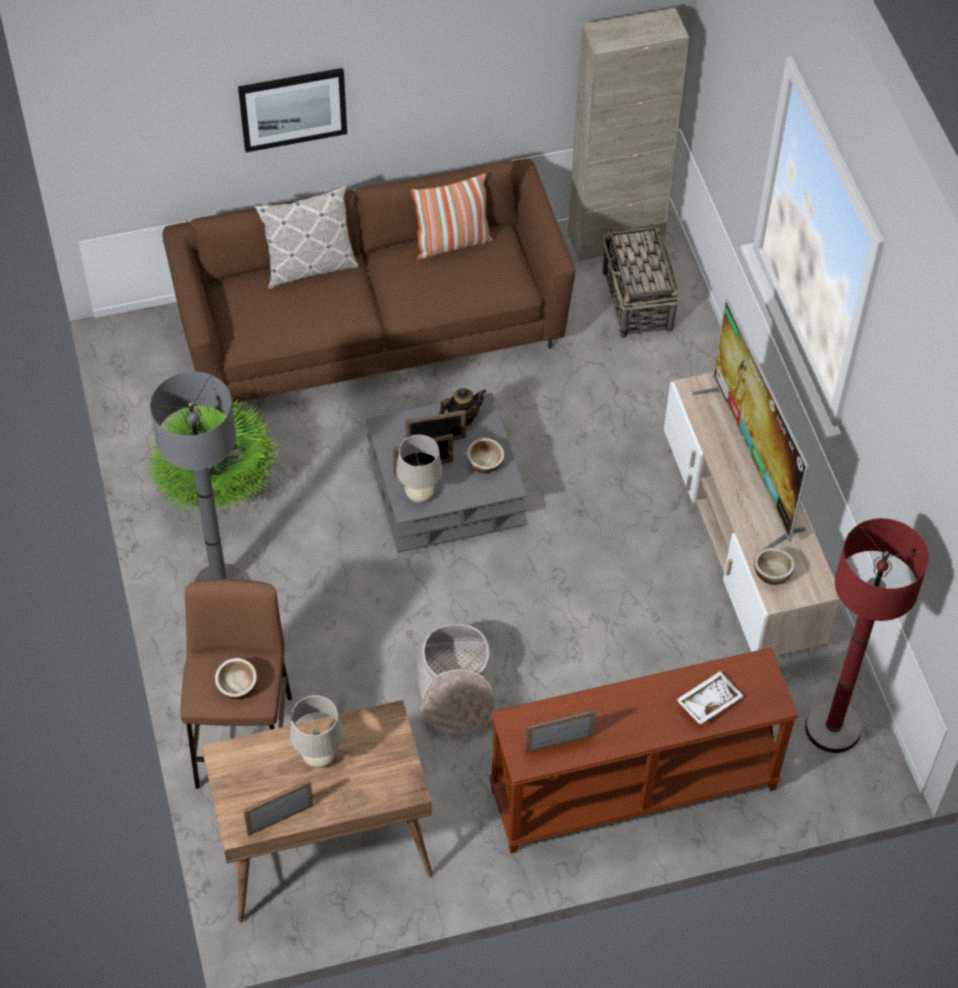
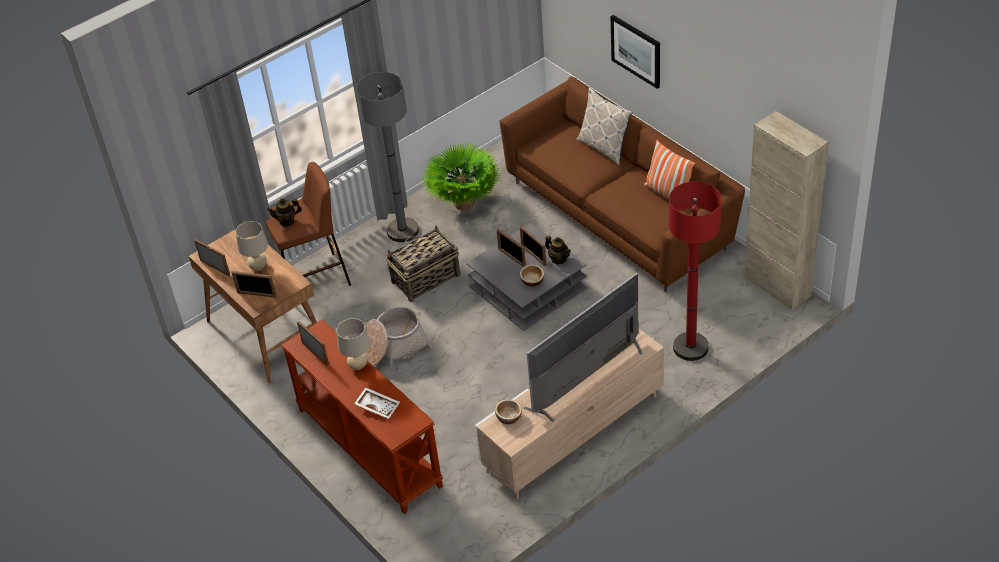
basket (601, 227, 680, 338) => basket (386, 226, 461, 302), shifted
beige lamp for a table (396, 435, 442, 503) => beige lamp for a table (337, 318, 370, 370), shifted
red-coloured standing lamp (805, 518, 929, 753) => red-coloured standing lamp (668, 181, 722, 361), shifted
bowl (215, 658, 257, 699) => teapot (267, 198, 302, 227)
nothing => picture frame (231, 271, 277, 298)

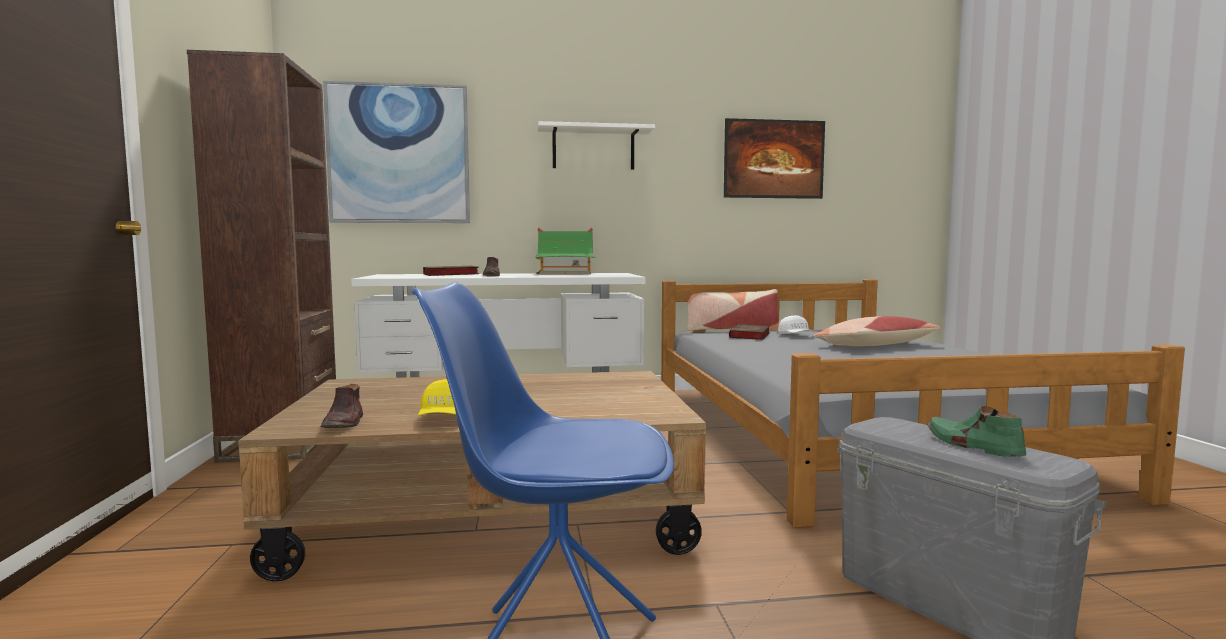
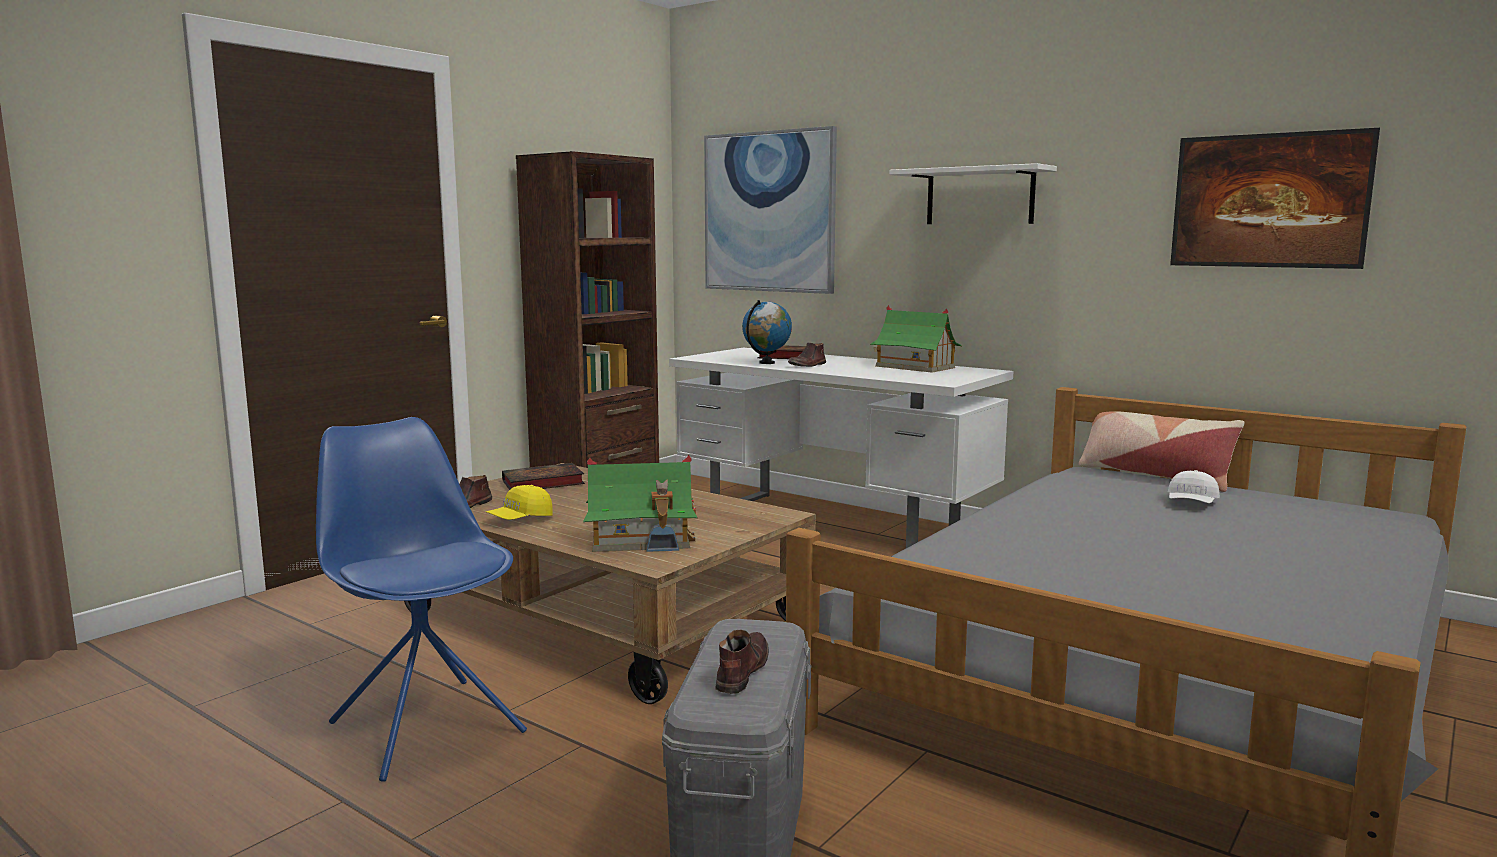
cushion (813, 316, 941, 346) => nothing
book (729, 324, 770, 340) => book (502, 463, 585, 490), shifted
green low shoe (927, 406, 1026, 457) => brown-coloured low shoe (715, 630, 769, 694)
nothing => world globe (742, 300, 792, 364)
nothing => toy house (583, 455, 698, 552)

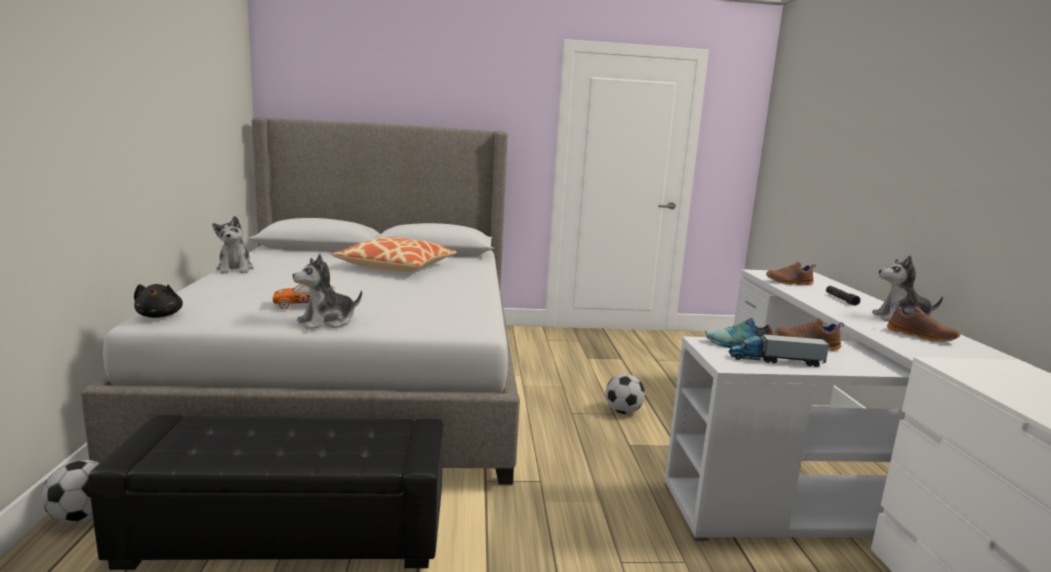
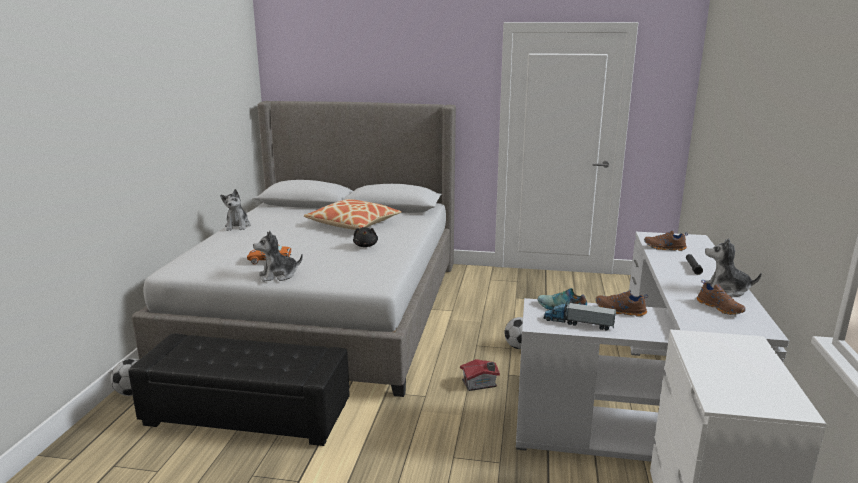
blackish soft toy (134, 284, 183, 318) => blackish soft toy (353, 227, 378, 247), shifted
nothing => toy house (460, 359, 500, 391)

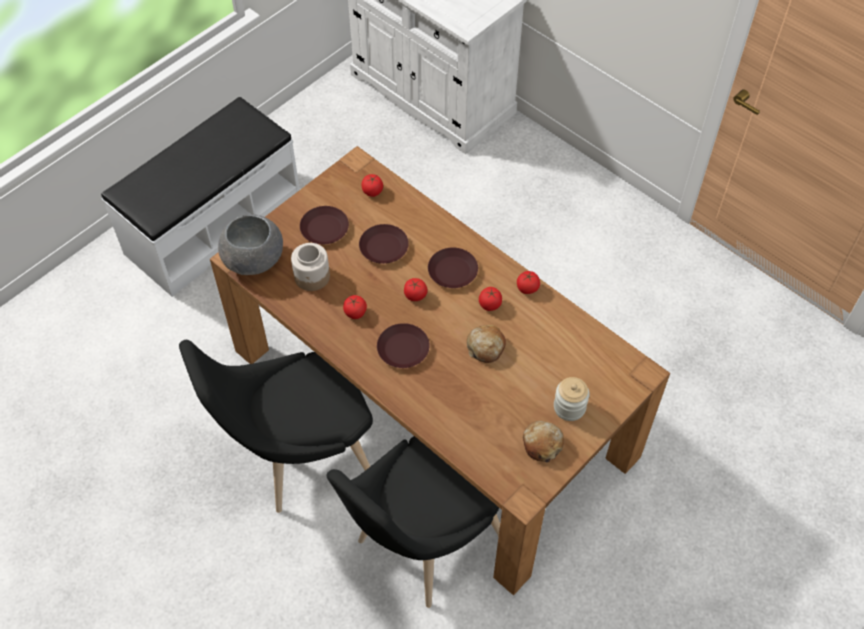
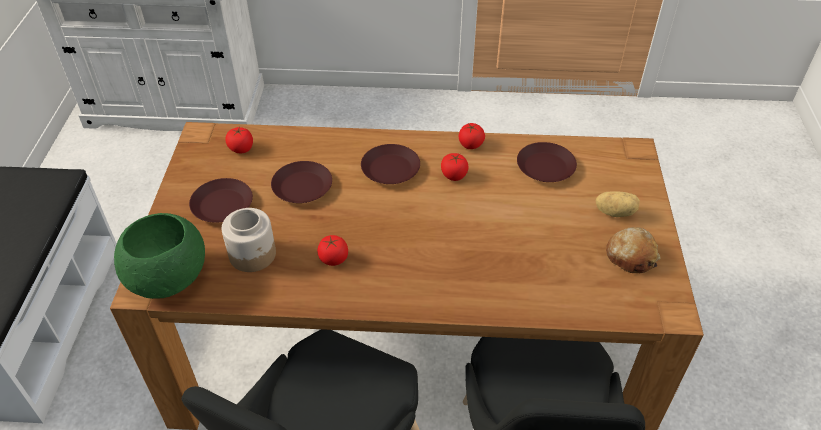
gray bowl (218, 215, 283, 275) => green bowl (114, 213, 205, 299)
tomato (404, 278, 428, 301) => nothing
brown-coloured plate (377, 323, 430, 368) => brown-coloured plate (517, 142, 577, 182), shifted
baked bread (467, 325, 506, 363) => nothing
storage jar (554, 377, 590, 421) => whole potato (596, 191, 640, 217)

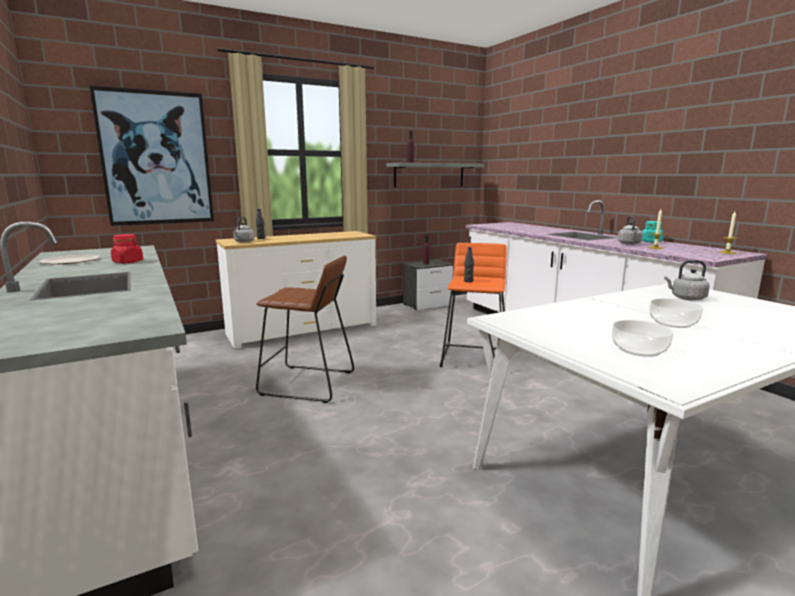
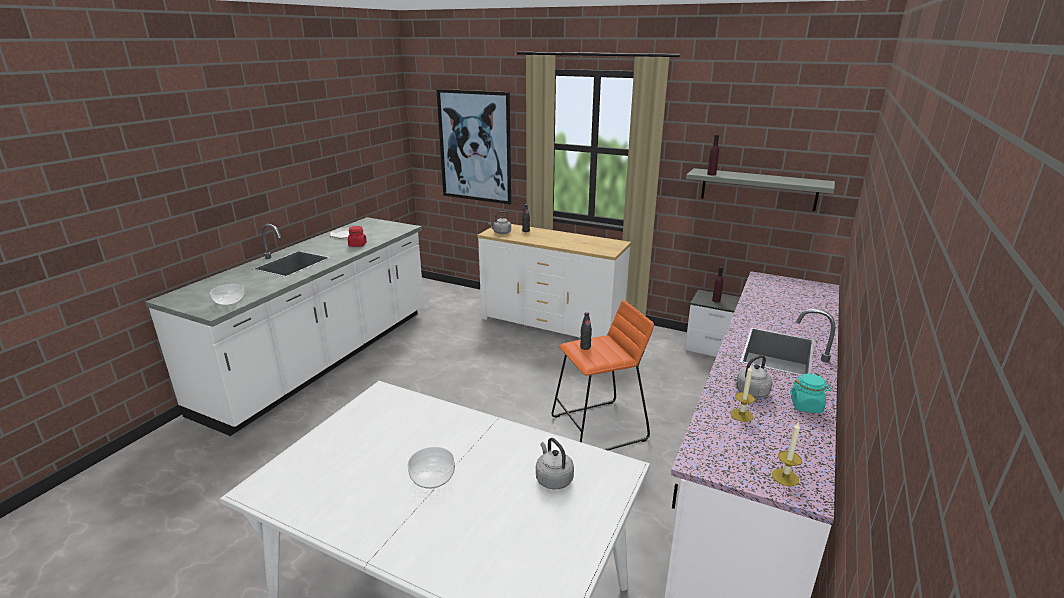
brown-coloured stool seat (256, 256, 354, 403) => nothing
bowl (612, 320, 673, 357) => bowl (210, 284, 245, 306), shifted

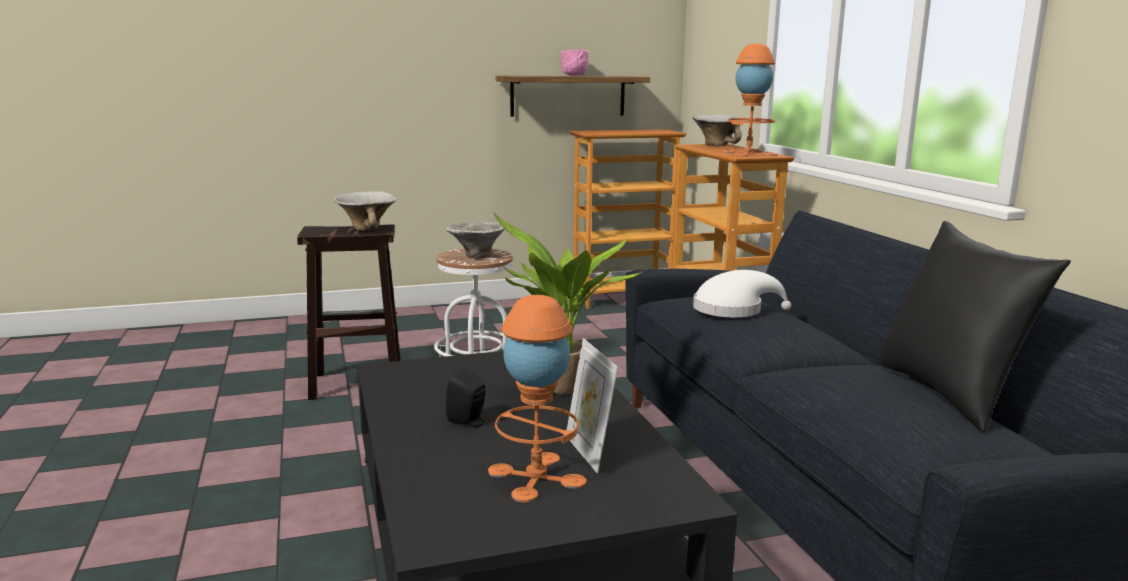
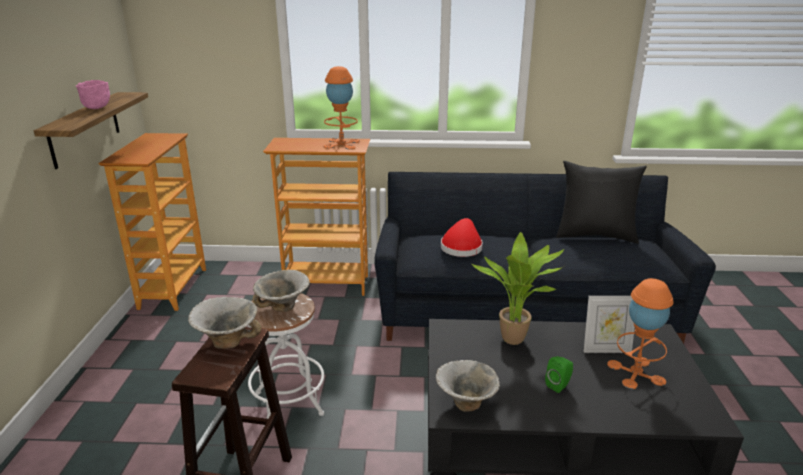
bowl (692, 115, 742, 146) => bowl (436, 360, 500, 412), shifted
white-coloured clothing hat (693, 270, 792, 317) => red-coloured clothing hat (441, 218, 483, 257)
blackish speaker (446, 369, 486, 428) => green speaker (545, 356, 573, 393)

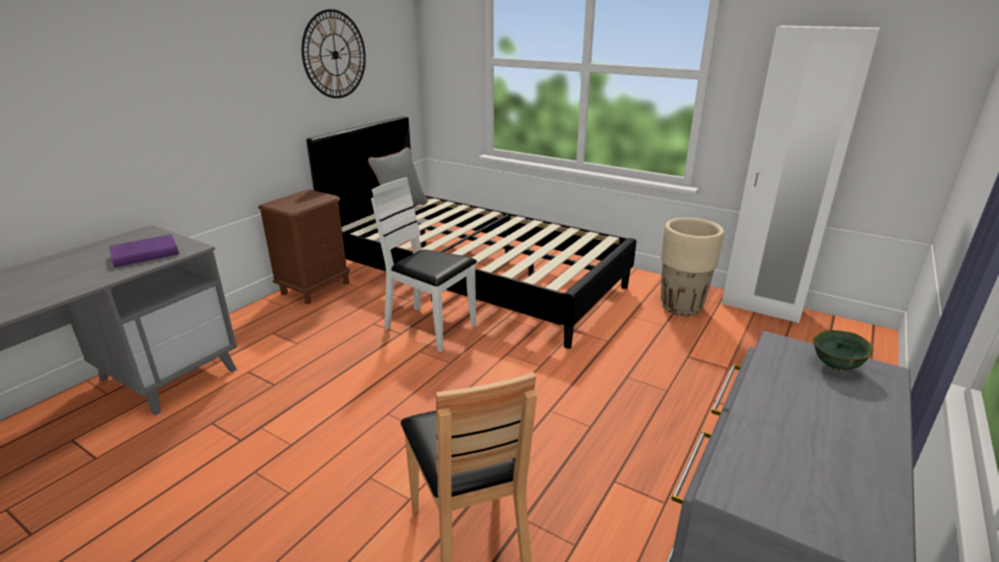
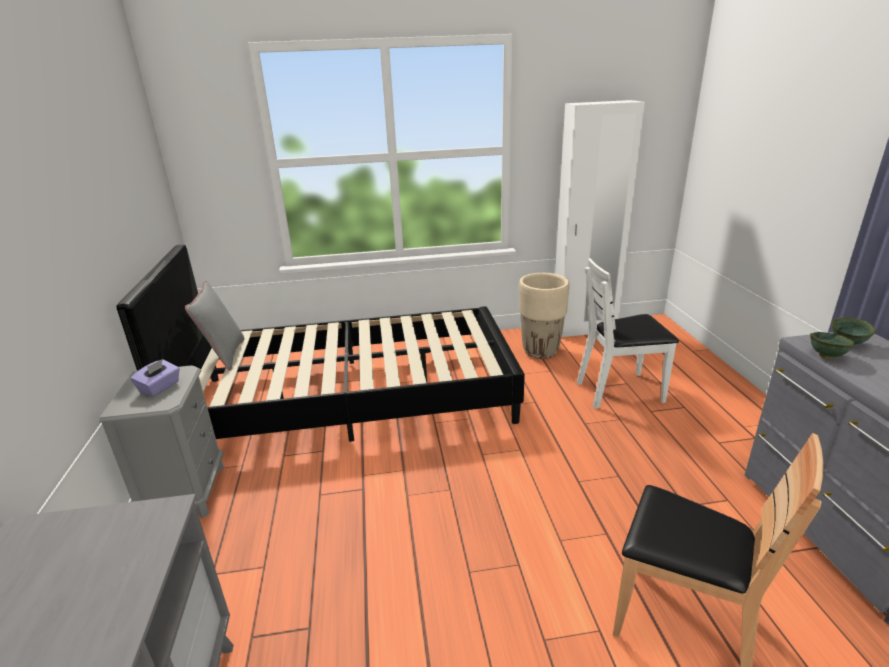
clock on the wall (302, 9, 366, 98) => nothing
white-coloured chair (371, 177, 477, 352) => white-coloured chair (577, 258, 679, 409), shifted
brown-coloured nightstand (258, 189, 350, 304) => gray nightstand (99, 365, 224, 518)
purplish book (109, 234, 179, 267) => nothing
nothing => green bowl (810, 332, 856, 359)
nothing => purplish box of tissues (130, 359, 180, 397)

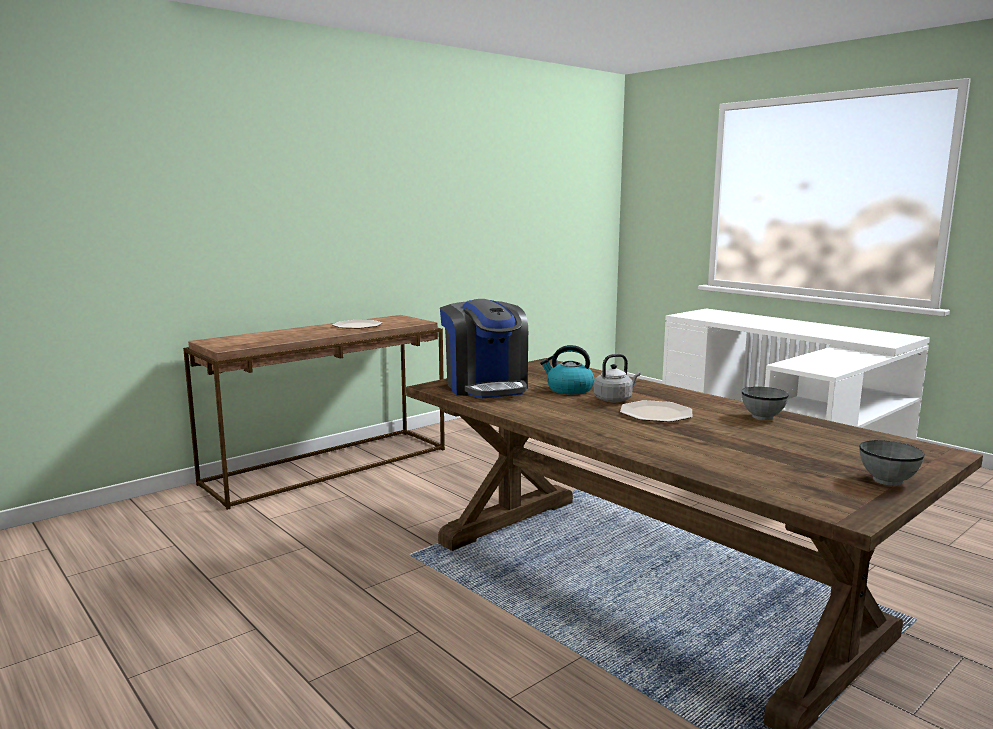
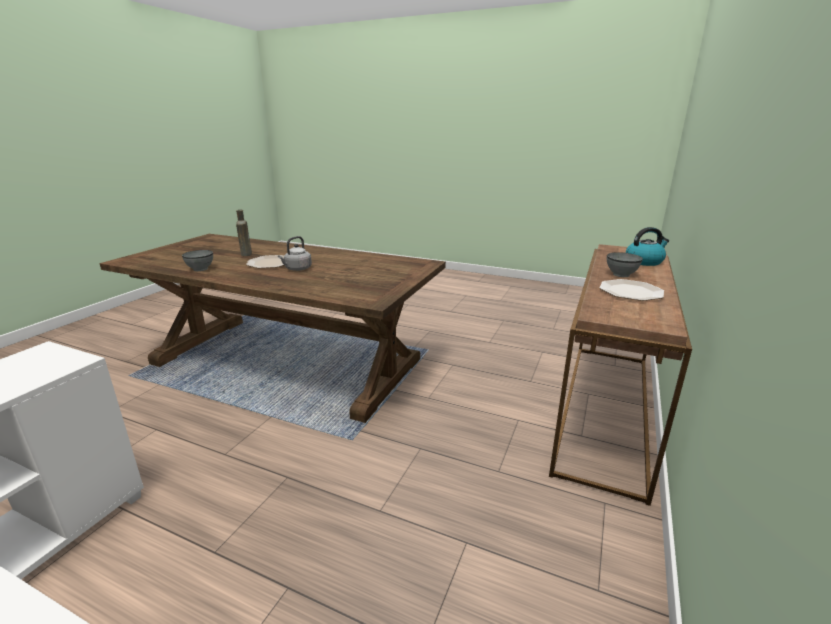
coffee brewer (440, 299, 528, 398) => nothing
water kettle (540, 345, 594, 394) => water kettle (626, 227, 669, 266), shifted
gray bowl (859, 440, 925, 486) => gray bowl (607, 252, 643, 277), shifted
nothing => brown-coloured beverage bottle (236, 210, 252, 256)

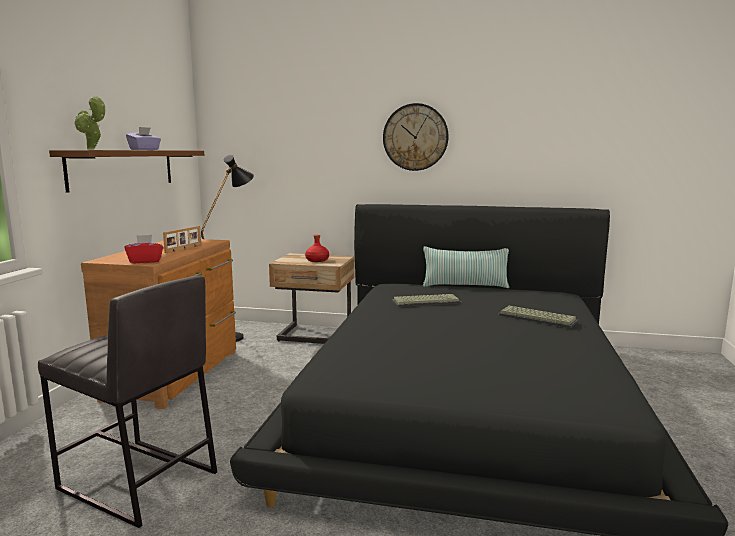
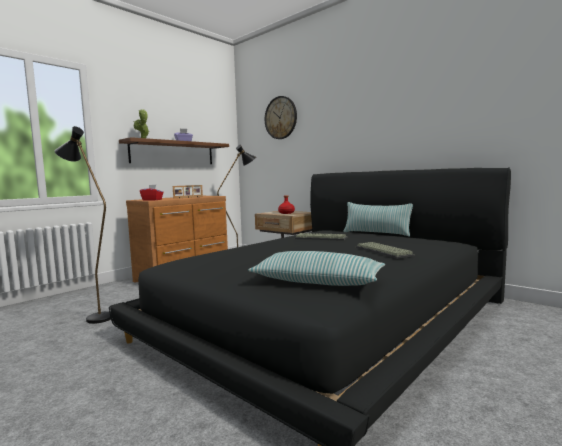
clock on the wall (383, 103, 449, 171) => clock on the wall (265, 96, 297, 139), shifted
gray stool seat (38, 276, 217, 528) => blackish standing lamp (55, 126, 112, 324)
nothing => cushion (248, 251, 385, 286)

